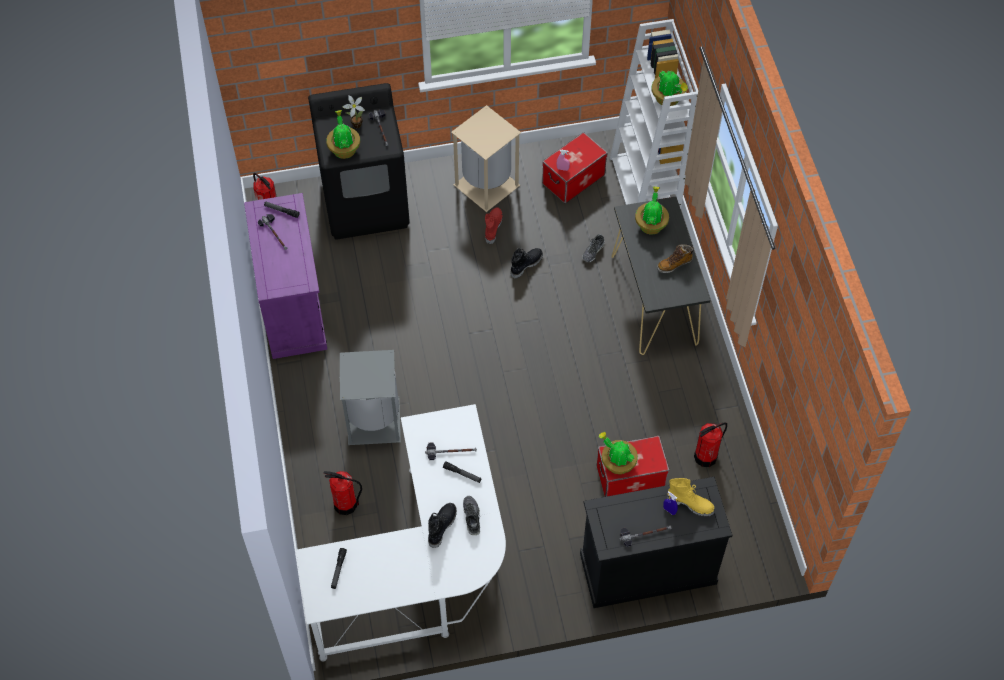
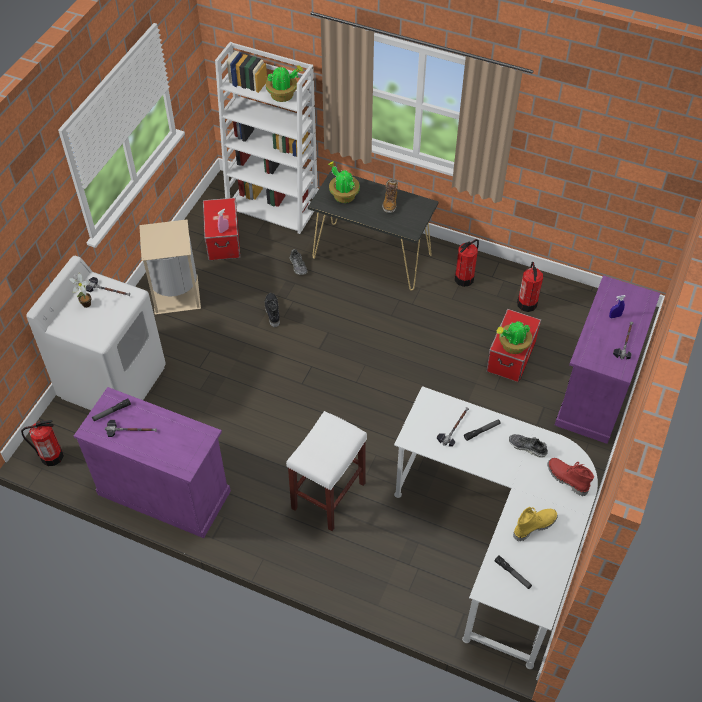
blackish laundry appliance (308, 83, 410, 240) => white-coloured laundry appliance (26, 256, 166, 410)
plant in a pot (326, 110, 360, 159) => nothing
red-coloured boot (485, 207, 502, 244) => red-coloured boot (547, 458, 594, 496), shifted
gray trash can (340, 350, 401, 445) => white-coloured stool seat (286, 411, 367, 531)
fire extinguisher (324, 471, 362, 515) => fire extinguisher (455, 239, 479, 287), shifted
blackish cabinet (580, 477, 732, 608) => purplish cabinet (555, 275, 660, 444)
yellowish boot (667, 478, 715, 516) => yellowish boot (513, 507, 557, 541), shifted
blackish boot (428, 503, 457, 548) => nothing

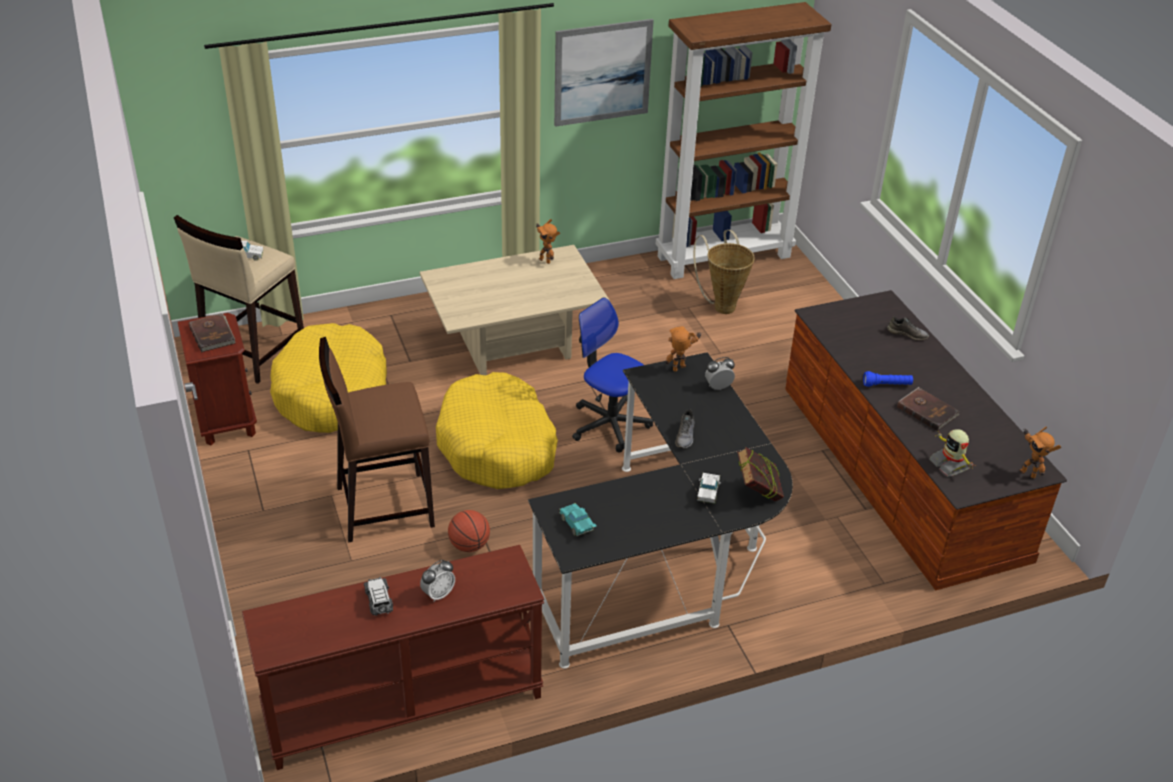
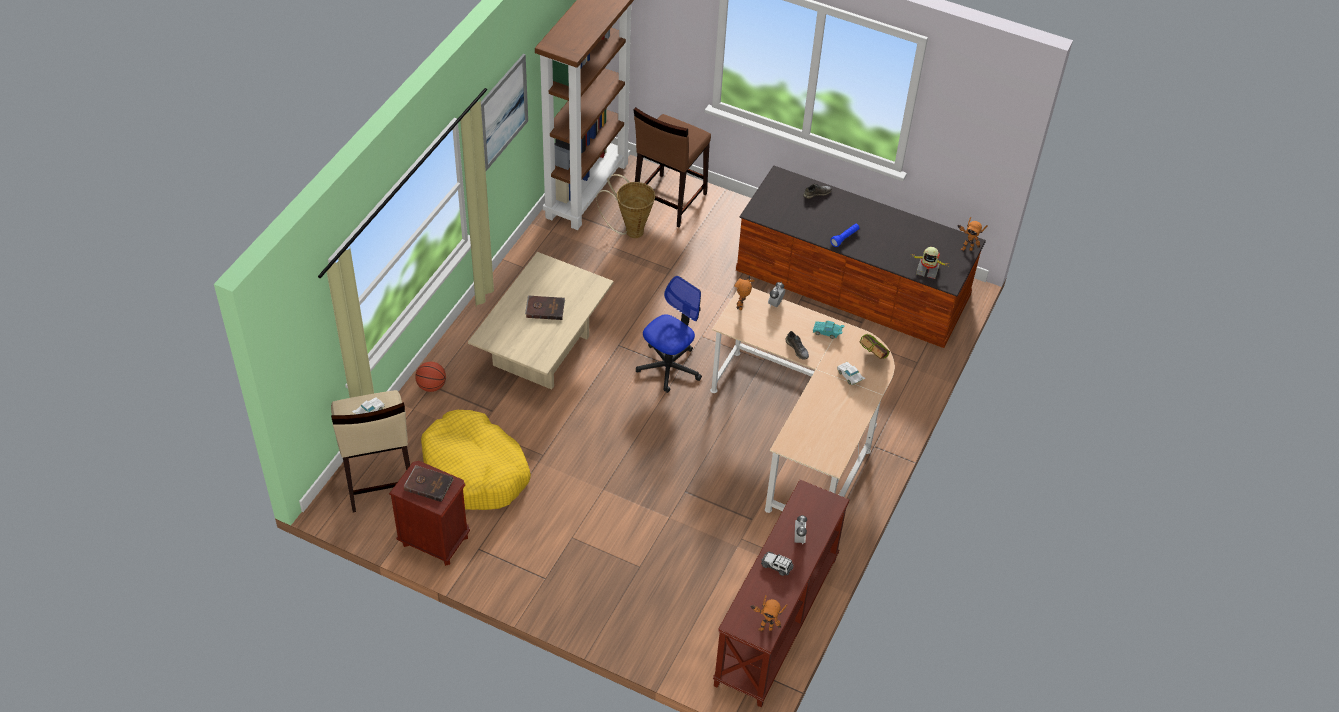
model robot (536, 219, 560, 264) => model robot (750, 595, 787, 631), shifted
desk chair (572, 298, 653, 453) => desk chair (636, 276, 702, 393), 135 degrees clockwise
brown-coloured stool seat (319, 337, 435, 543) => brown-coloured stool seat (634, 107, 711, 228), shifted
blackish desk unit (528, 352, 793, 669) => beige desk unit (710, 288, 895, 513)
yellowish dog cushion (436, 372, 558, 489) => nothing
brown-coloured book (897, 387, 960, 431) => brown-coloured book (525, 295, 565, 320), shifted
turquoise-coloured miniature car (559, 503, 597, 536) => turquoise-coloured miniature car (813, 321, 845, 339), shifted
basketball (448, 510, 490, 552) => basketball (415, 362, 446, 392), shifted

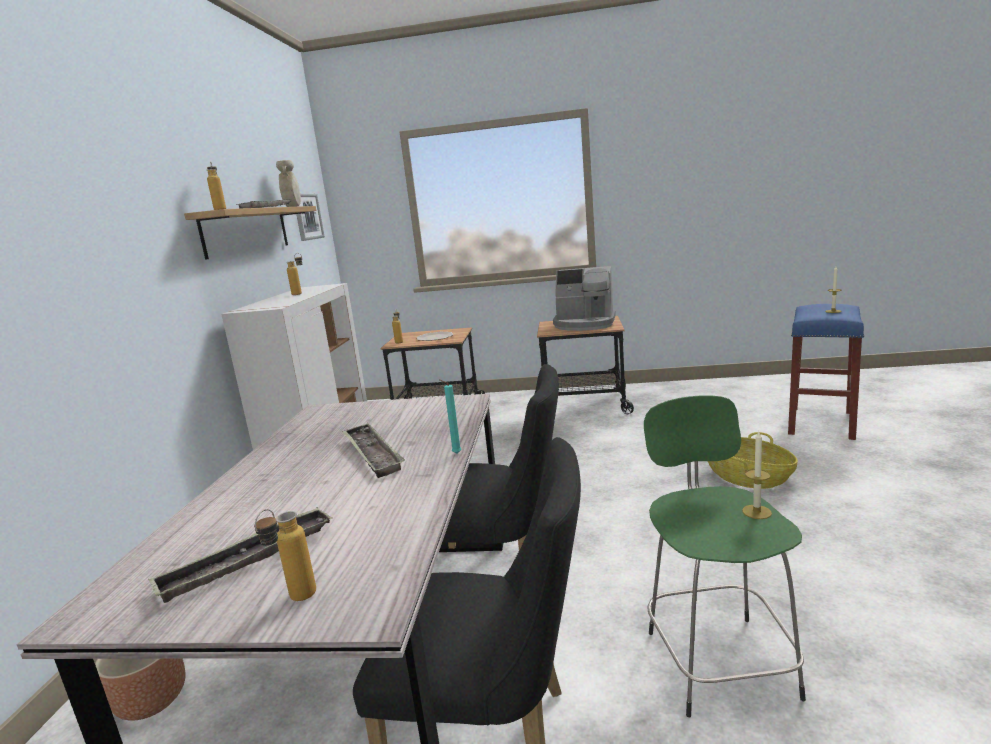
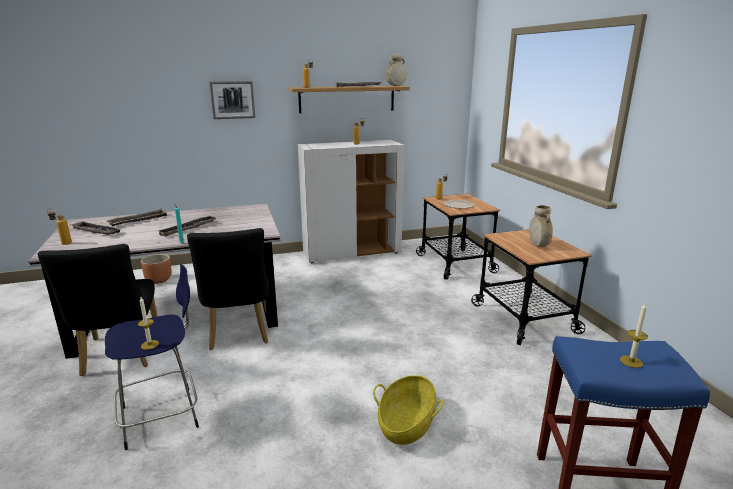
picture (296, 194, 325, 241) => picture (209, 81, 255, 119), shifted
coffee brewer (553, 266, 616, 331) => beige vase (529, 205, 553, 247)
green stool seat (644, 395, 806, 717) => blue-coloured stool seat (105, 264, 199, 450)
nothing => serving tray (107, 209, 167, 226)

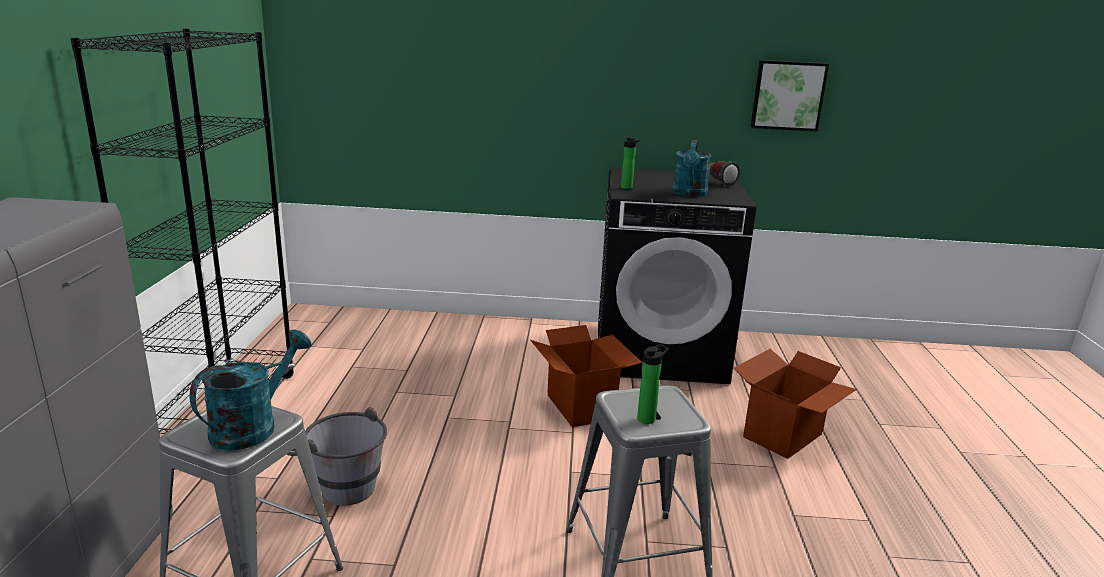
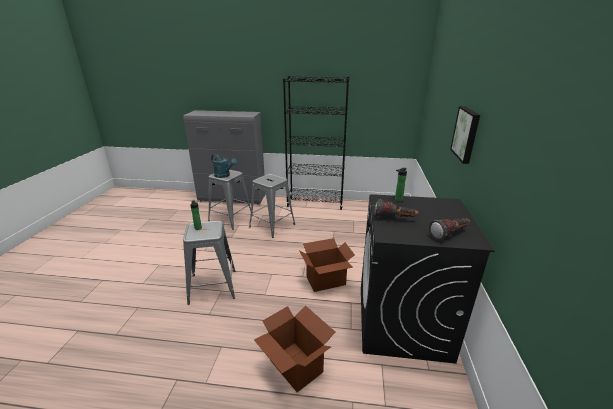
picture (750, 60, 829, 131) => picture (450, 106, 480, 164), shifted
turquoise-coloured sprinkling can (672, 140, 711, 197) => torch (375, 199, 419, 218)
gray water bucket (286, 407, 387, 506) => gray stool seat (249, 174, 295, 238)

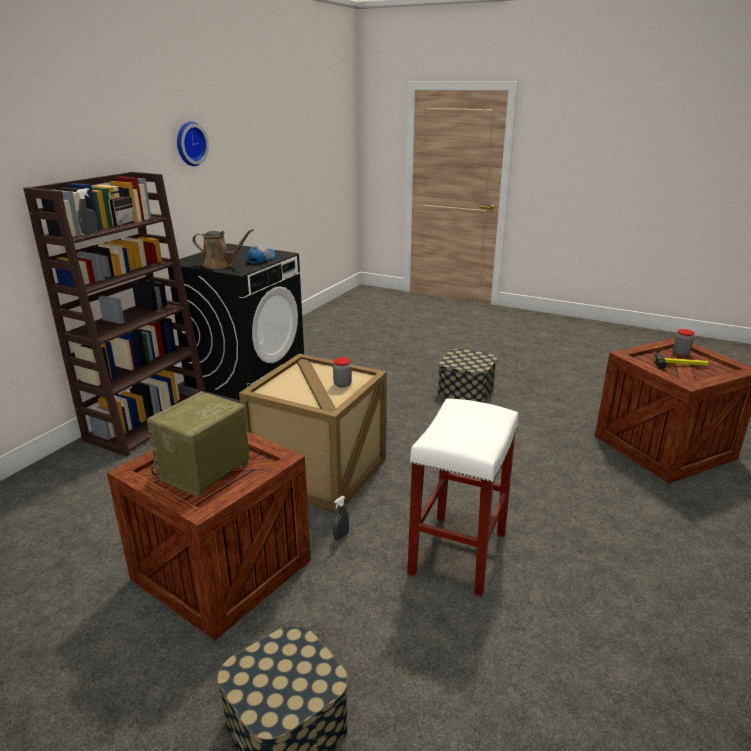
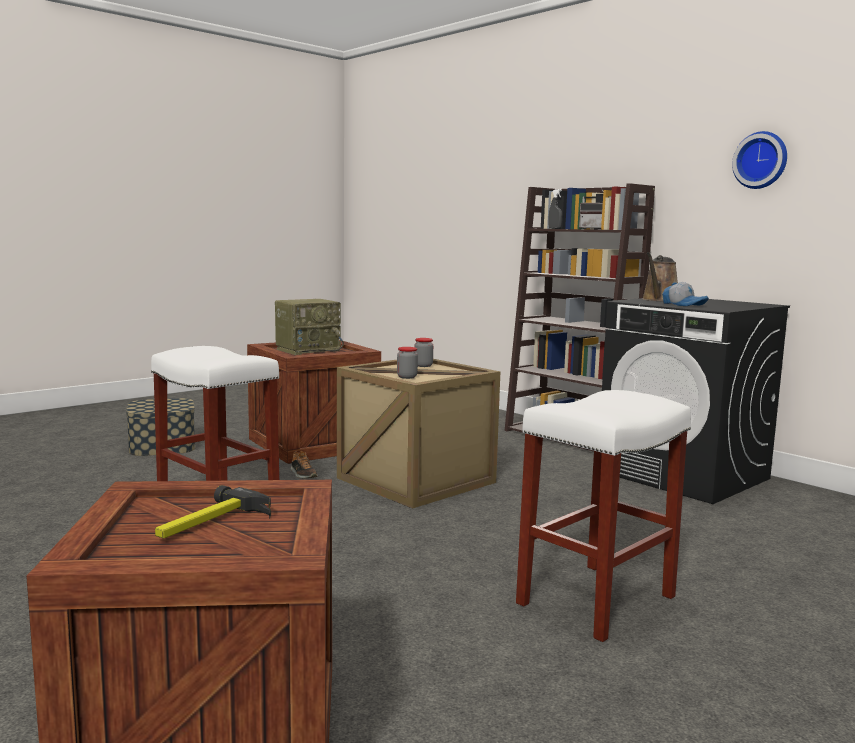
storage jar (673, 329, 695, 356) => storage jar (414, 338, 433, 367), shifted
storage container (438, 349, 497, 403) => white-coloured stool seat (516, 390, 691, 642)
radio receiver (147, 391, 250, 497) => radio receiver (275, 299, 344, 355), 90 degrees clockwise
gray hand sprayer (333, 496, 349, 541) => low shoe (290, 451, 318, 478)

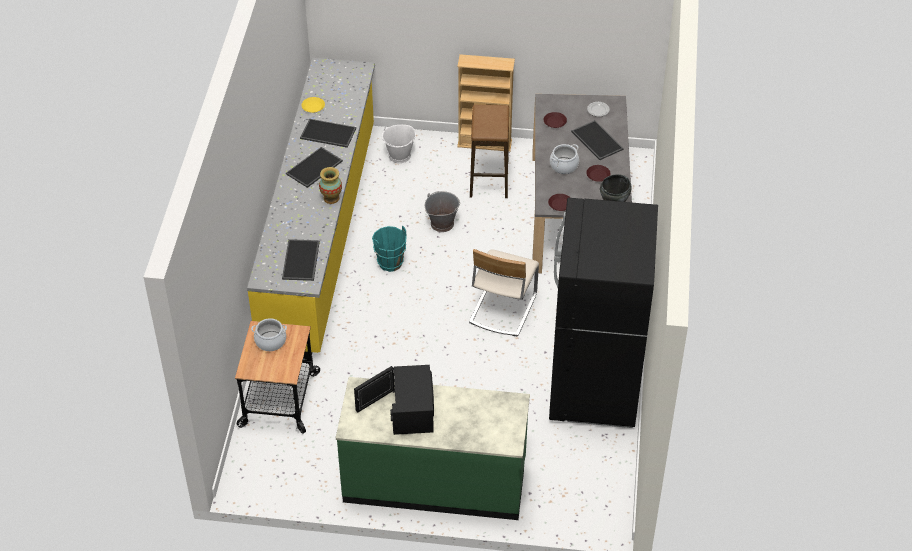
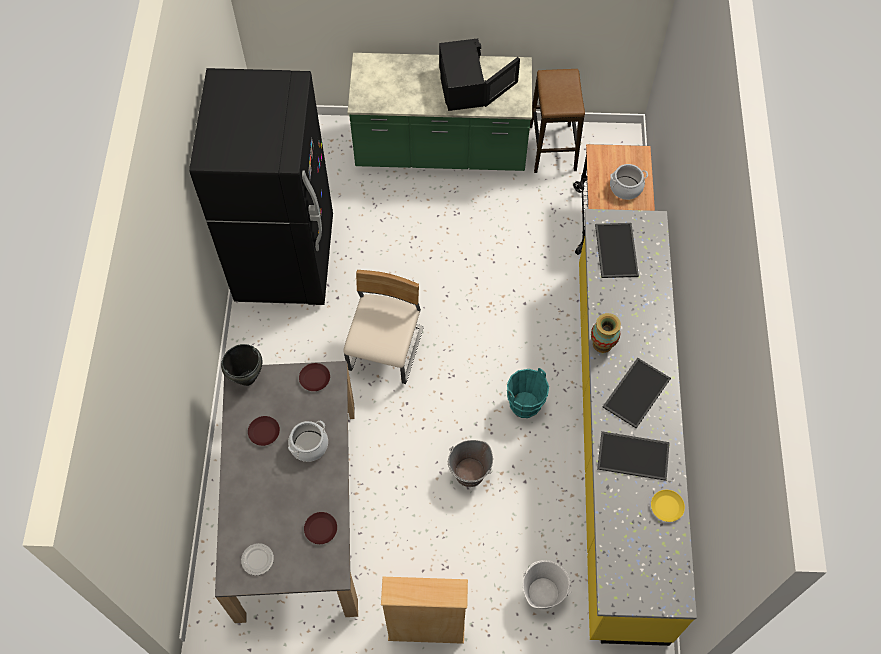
stool seat (470, 105, 509, 198) => stool seat (530, 69, 585, 173), shifted
serving tray (571, 120, 624, 160) => nothing

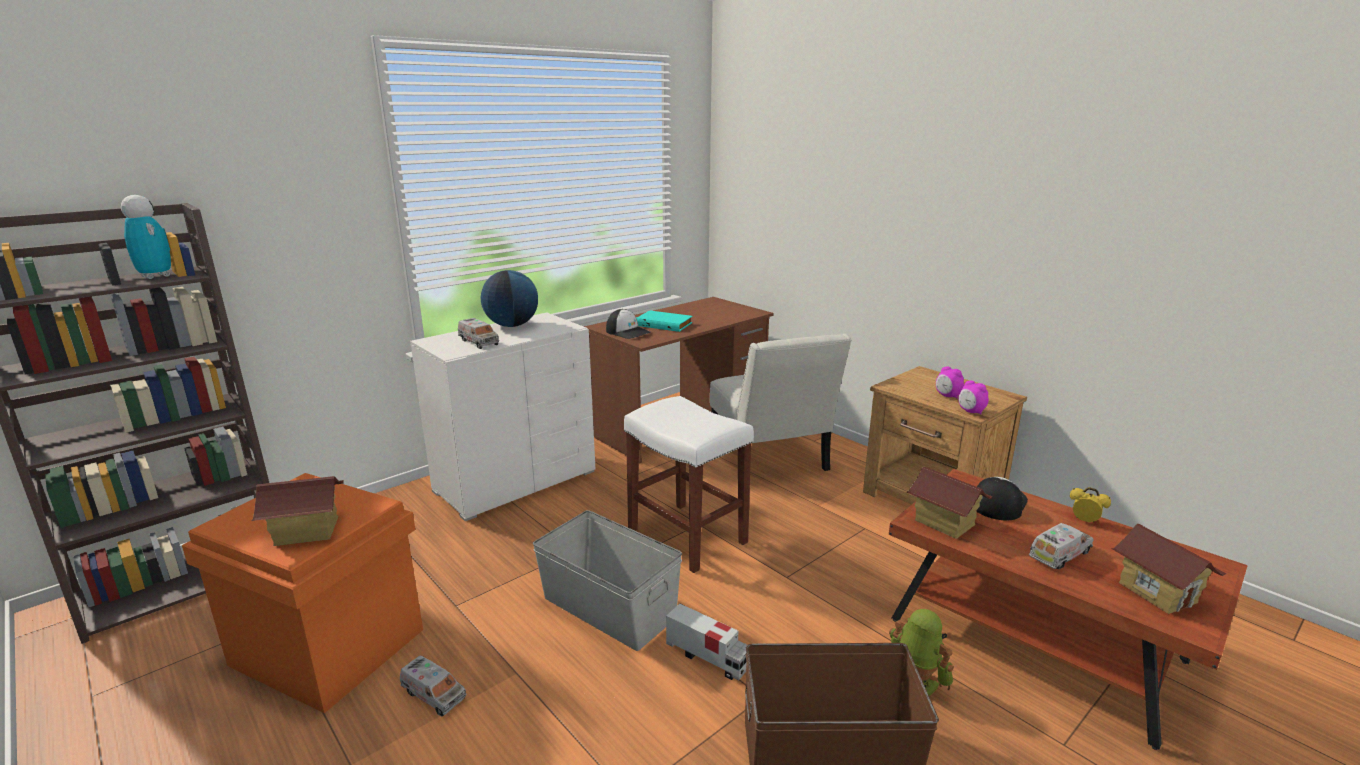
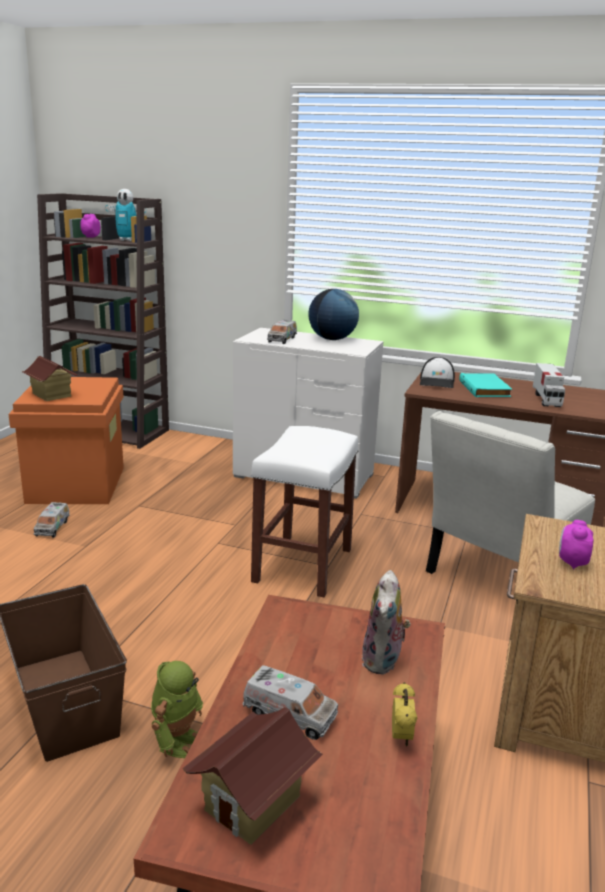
model robot (121, 195, 171, 279) => model robot (105, 189, 146, 241), 90 degrees clockwise
alarm clock (959, 381, 989, 414) => alarm clock (80, 214, 101, 238), shifted
toy house (907, 467, 992, 539) => nothing
baseball cap (977, 477, 1028, 520) => soft toy (362, 570, 411, 674)
gray storage container (533, 510, 682, 651) => nothing
model truck (666, 604, 747, 681) => model truck (533, 363, 565, 407), shifted

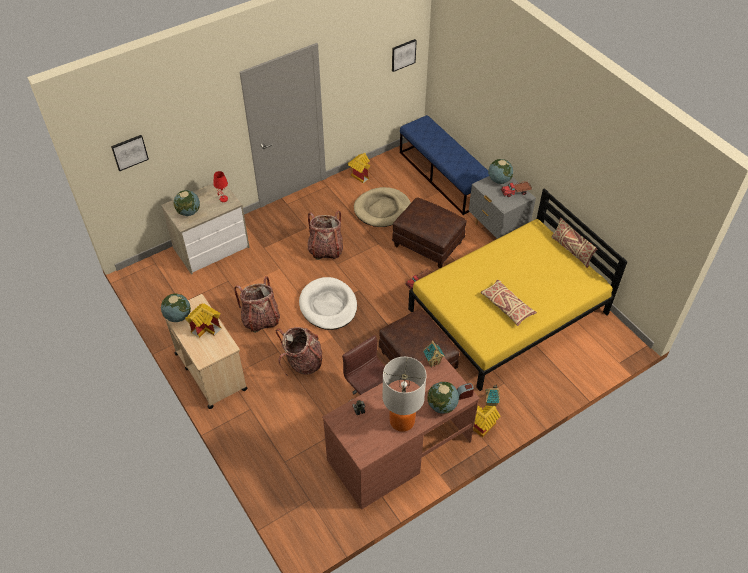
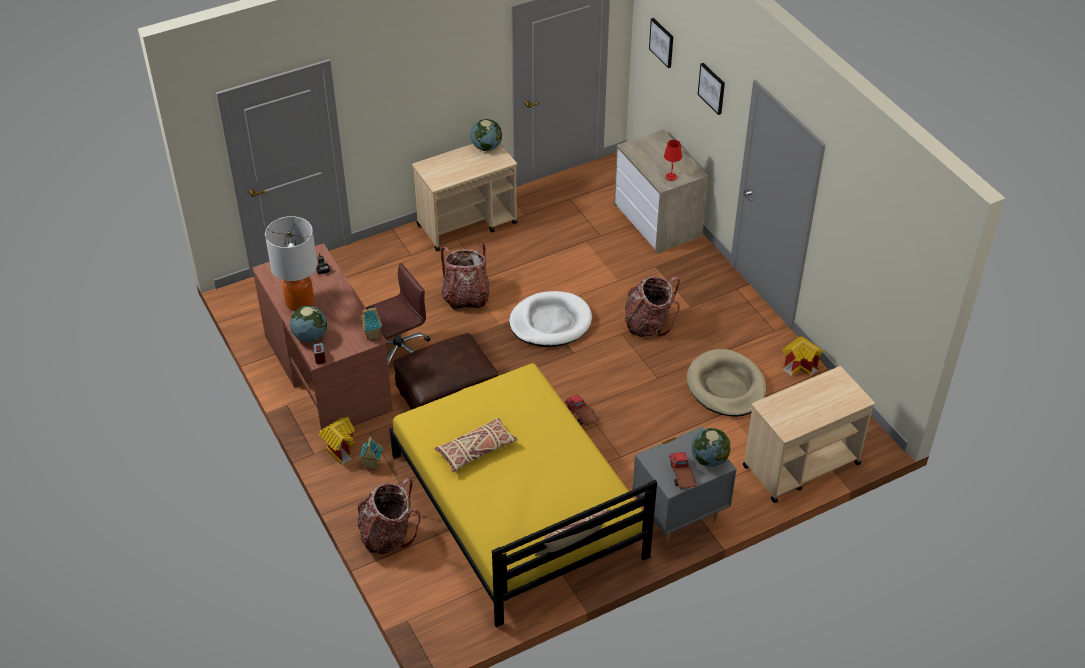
picture (392, 39, 417, 72) => picture (698, 63, 725, 115), shifted
blue-coloured indoor bench (400, 115, 489, 215) => beige cart (743, 366, 875, 503)
world globe (173, 190, 200, 216) => nothing
brown-coloured pouffe (392, 197, 467, 268) => nothing
backpack (234, 276, 280, 333) => backpack (358, 478, 421, 554), shifted
toy house (185, 303, 222, 338) => nothing

